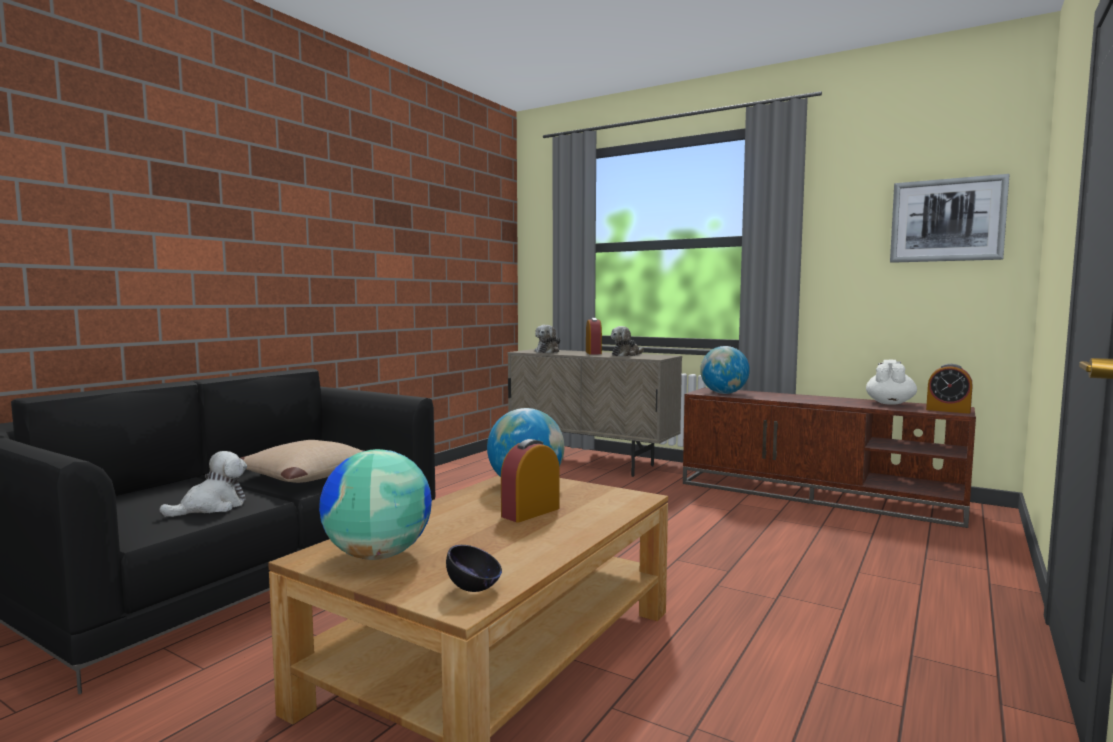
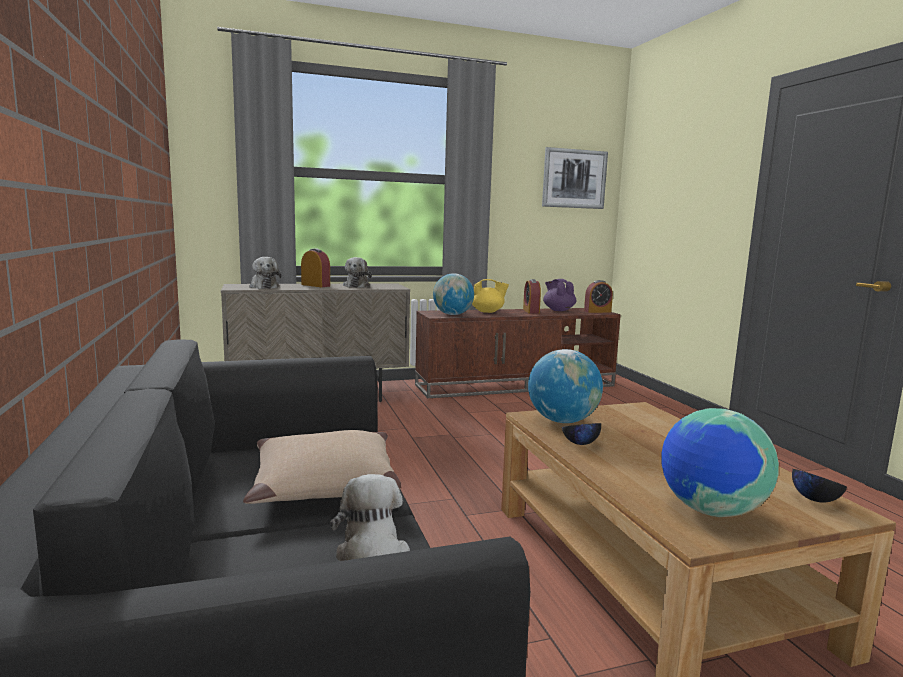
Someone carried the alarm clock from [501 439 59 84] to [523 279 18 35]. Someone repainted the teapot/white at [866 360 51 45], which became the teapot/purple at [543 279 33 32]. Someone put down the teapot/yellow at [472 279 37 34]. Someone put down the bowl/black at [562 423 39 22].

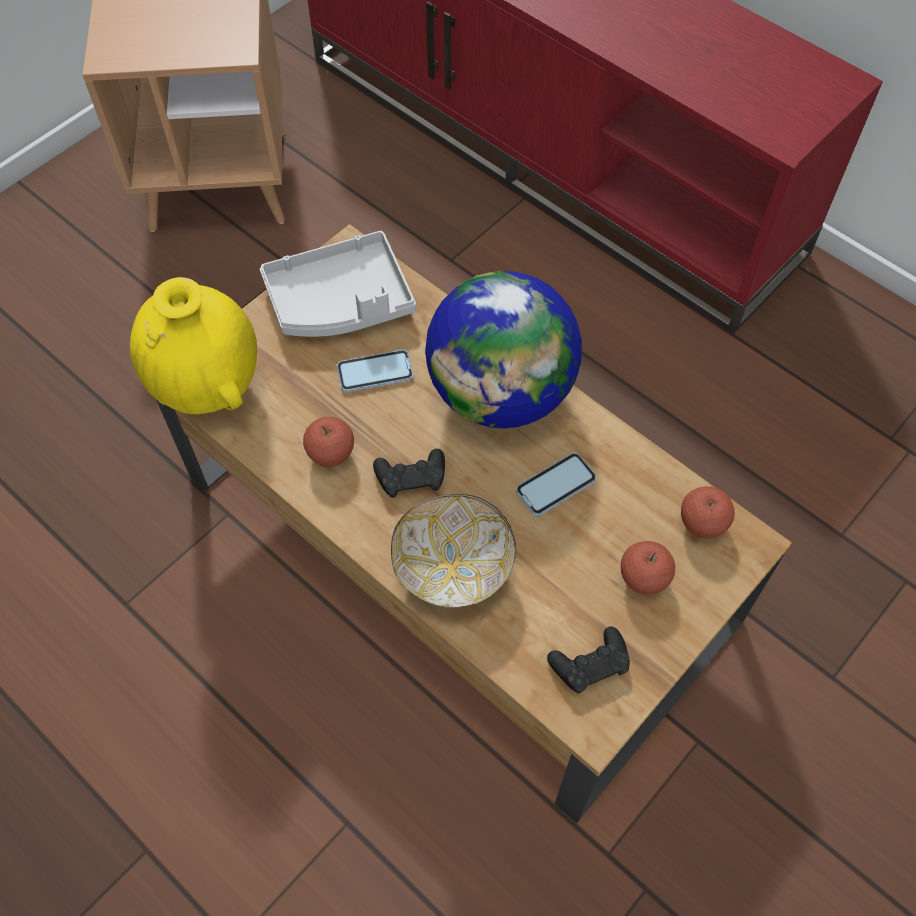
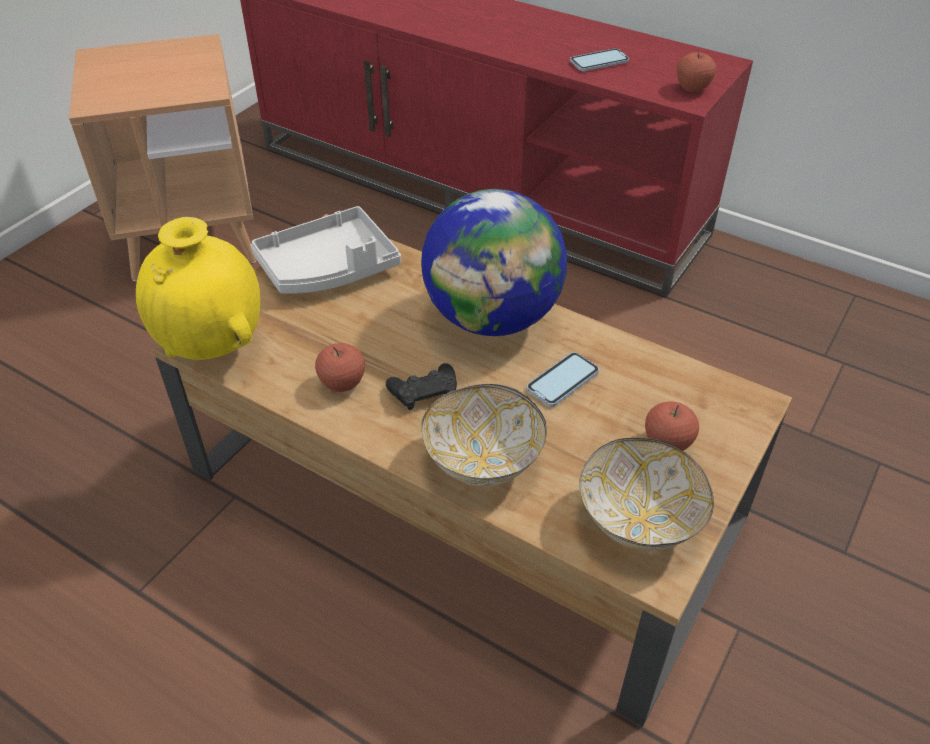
Someone carried the phone from [337 350 76 42] to [570 48 59 23]. Someone swapped the game controller/black at [547 626 83 68] for the bowl at [579 438 135 113]. Someone carried the apple from [681 486 54 52] to [677 52 39 40].

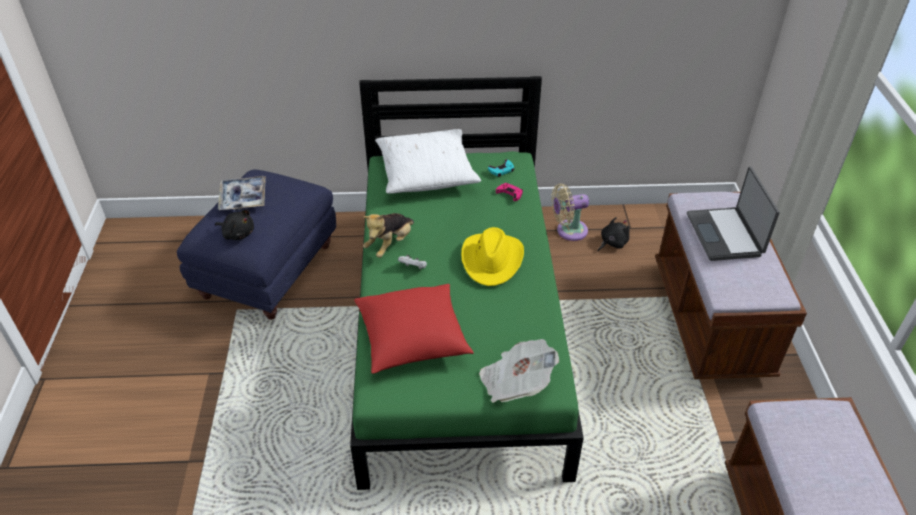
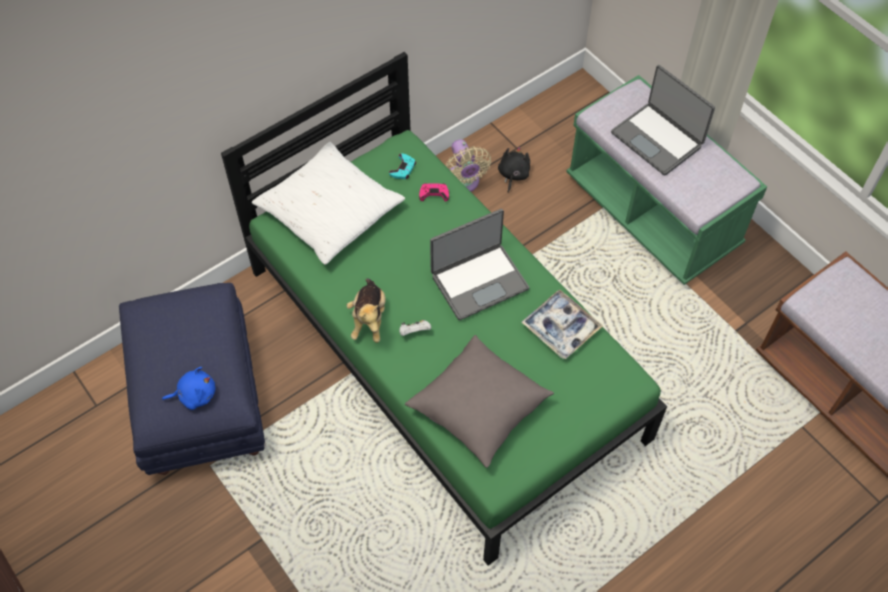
Someone repainted the plush toy/black at [215 209 39 31], which became the plush toy/blue at [162 367 54 43]. Someone carried the tray from [218 176 48 35] to [521 290 82 69]. Someone repainted the pillow/red at [354 284 120 90], which became the pillow/grey at [405 335 149 133]. Someone swapped the hat/yellow at [461 227 63 59] for the laptop at [430 209 99 111]. Someone took away the newspaper at [479 339 80 64]. Someone rotated the fan/beige at [551 184 38 57] by 60 degrees counterclockwise. Someone repainted the bench/brown at [655 192 152 187], which became the bench/green at [566 75 201 210].

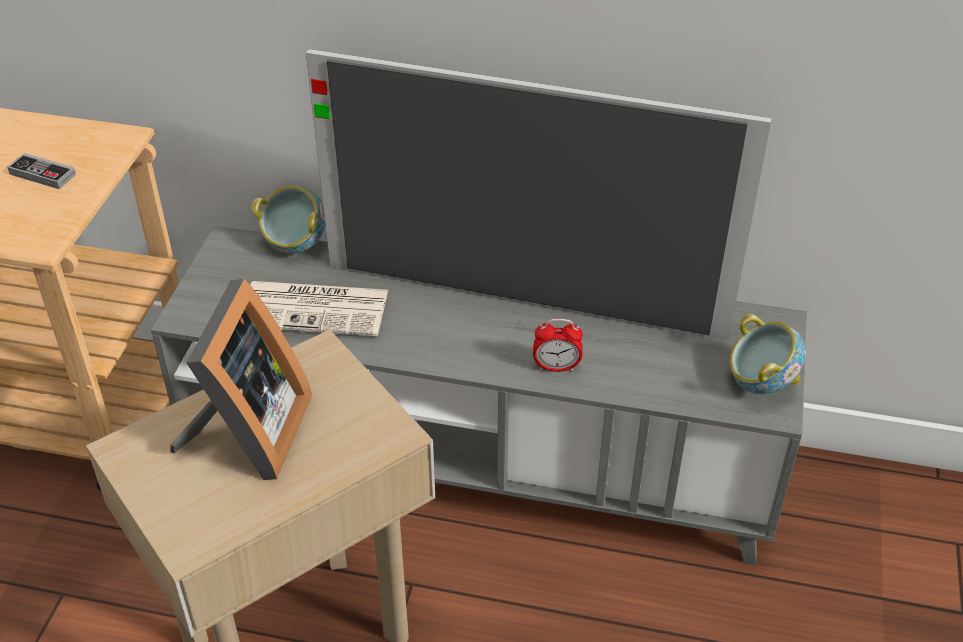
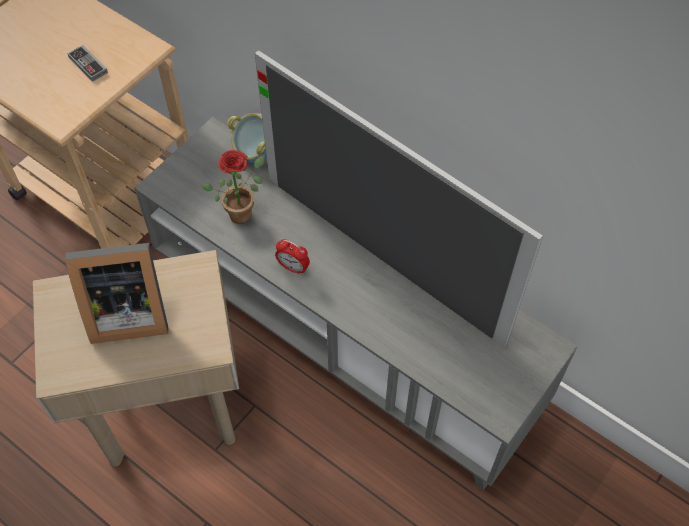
Someone rotated the picture frame at [170 279 142 201] by 45 degrees clockwise. Someone swapped the newspaper at [250 281 138 55] for the potted plant at [201 150 63 74]. Someone carried the alarm clock from [533 319 50 53] to [275 239 35 36]. Someone took away the bowl at [730 314 76 80].

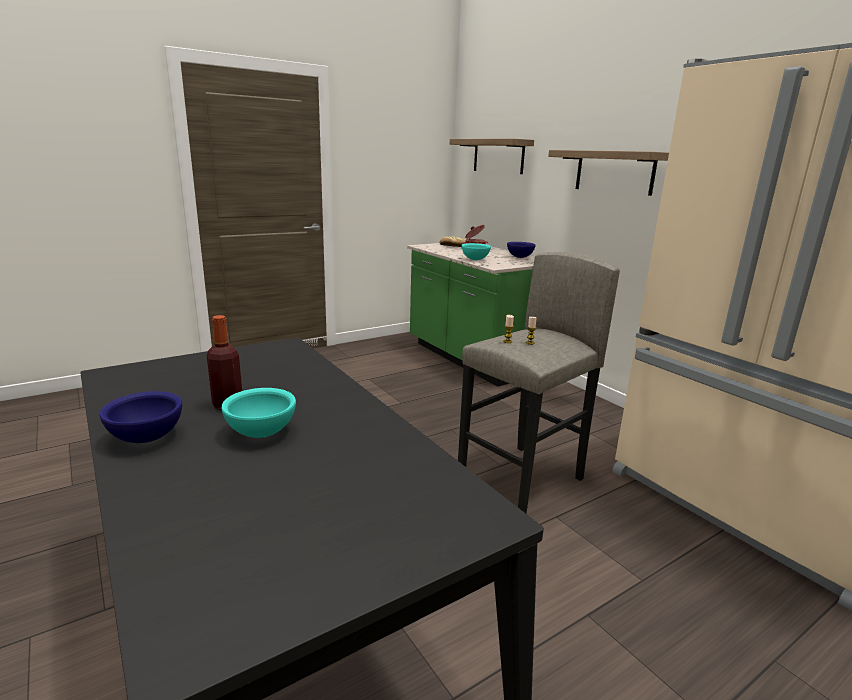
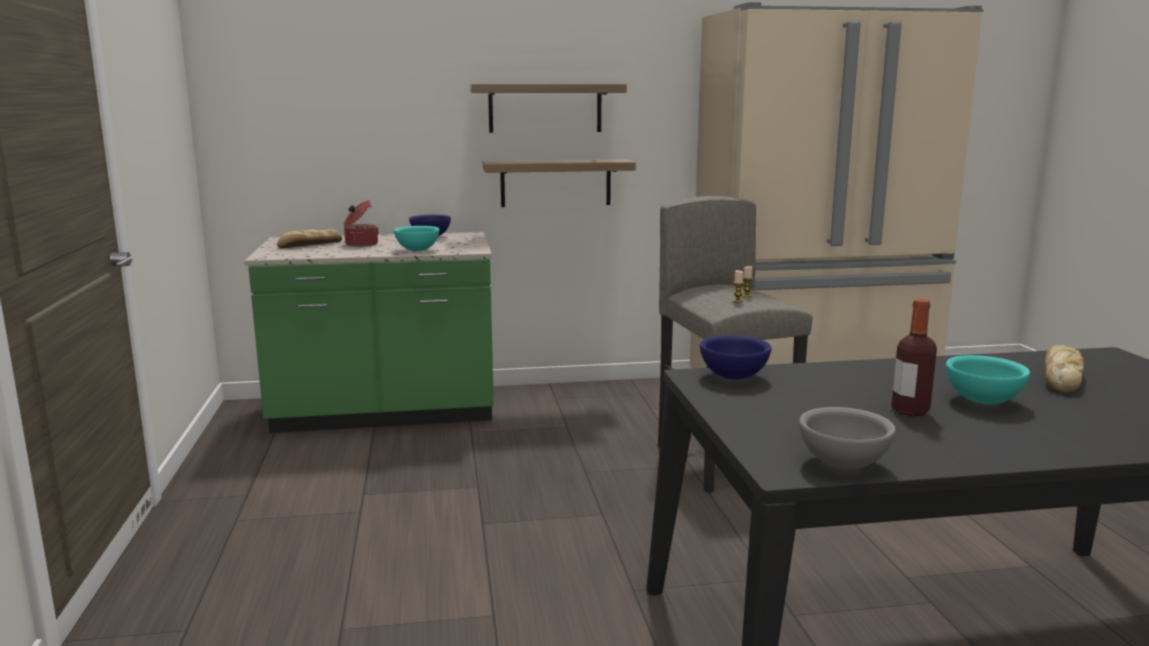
Someone carried the bowl/blue from [99 391 83 52] to [700 335 72 45]. Someone carried the shelf from [450 139 84 35] to [483 159 153 48]. Someone put down the bowl/grey at [799 407 97 62]. Someone put down the bread at [1045 345 39 48].

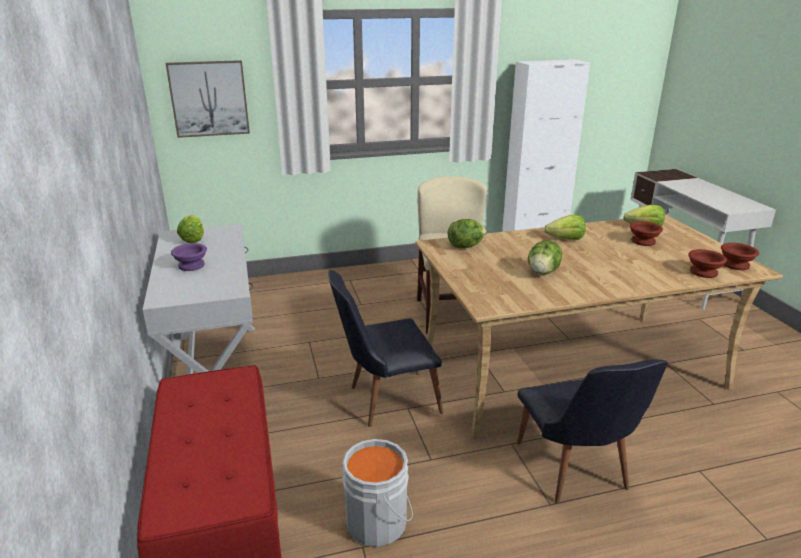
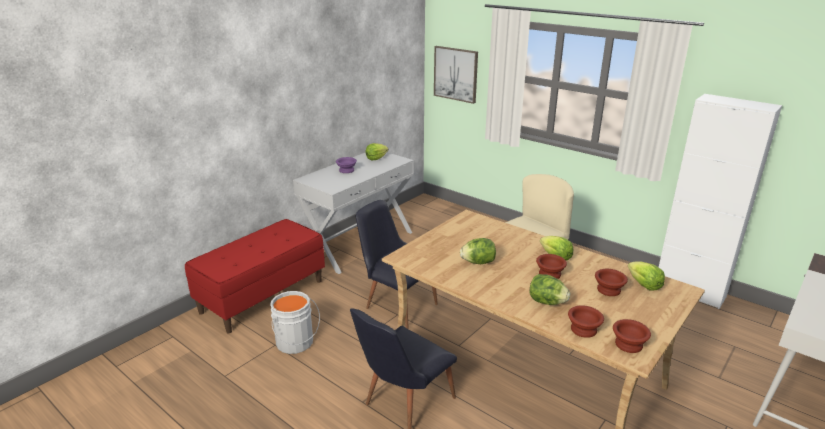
Someone carried the lettuce from [448 219 39 30] to [530 274 40 31]. Someone put down the bowl/brown at [536 254 31 25].

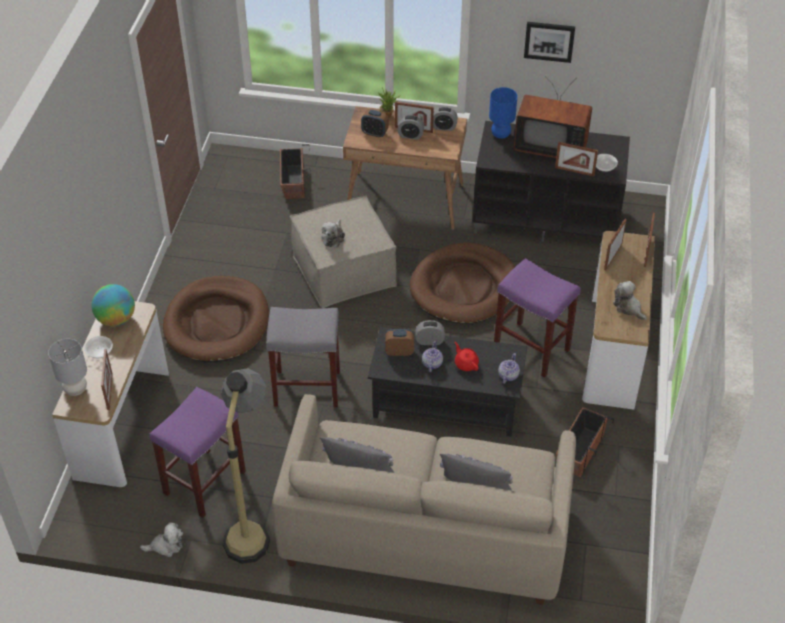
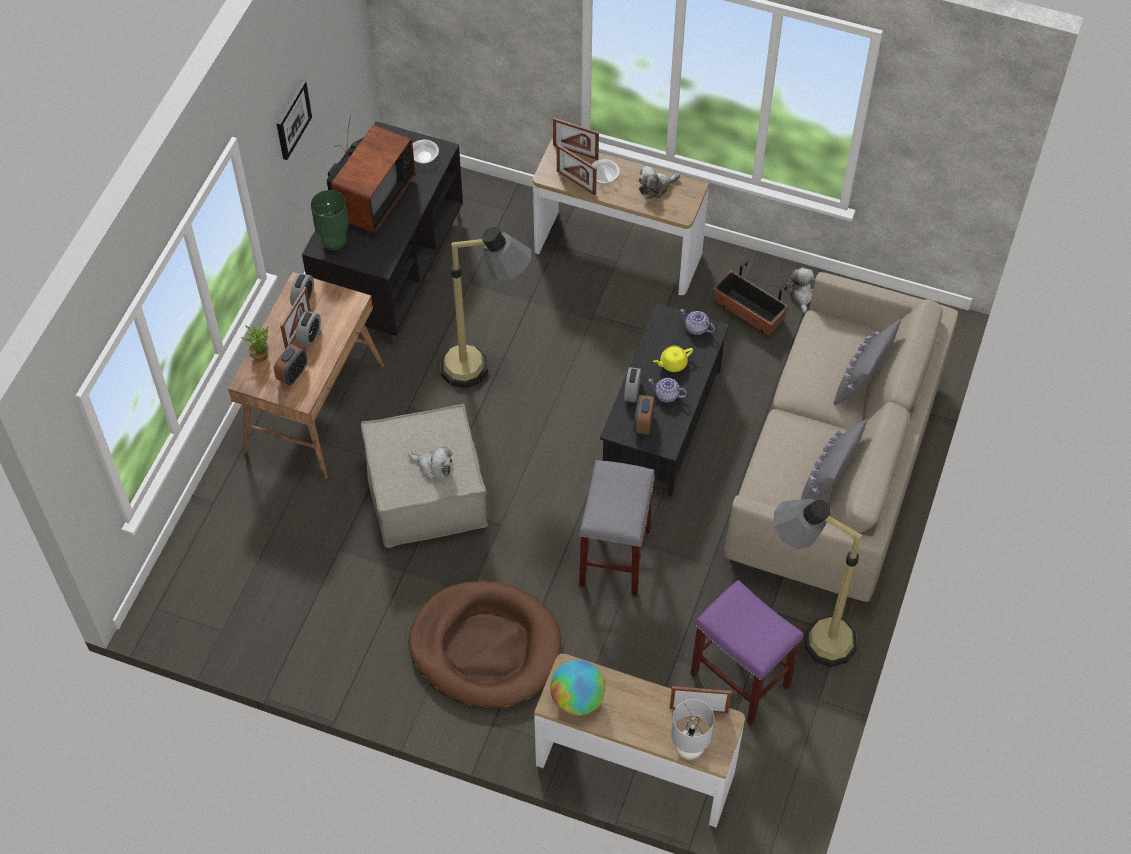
Someone carried the bowl from [84 336 29 22] to [592 159 28 25]. Someone carried the plush toy from [140 523 43 34] to [787 267 28 47]. Someone took away the planter at [280 144 30 55]. Someone swapped the dog bed/brown at [410 243 105 81] for the floor lamp at [440 227 92 161]. Someone repainted the teapot/red at [455 342 24 29], which became the teapot/yellow at [653 346 40 26]. Someone repainted the table lamp/blue at [489 87 29 52], which became the table lamp/green at [311 190 38 60]. Someone took away the stool/purple at [494 258 87 120]. Someone took away the picture frame at [555 142 43 34].

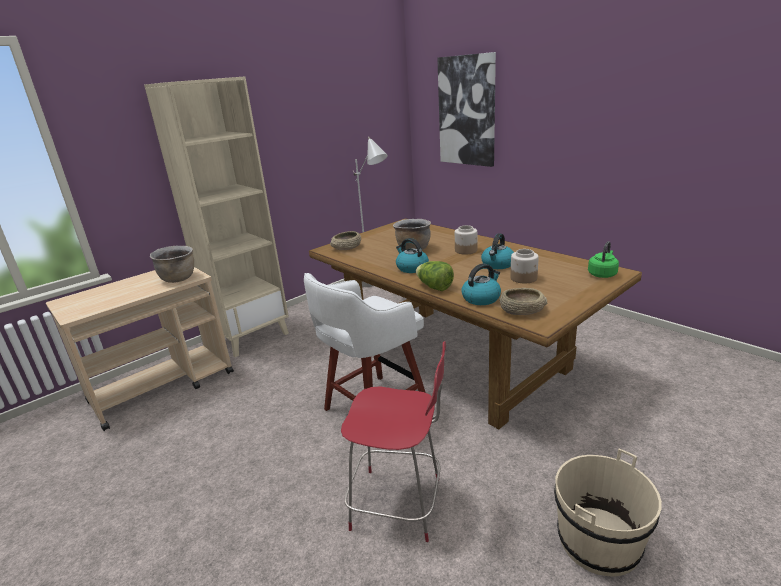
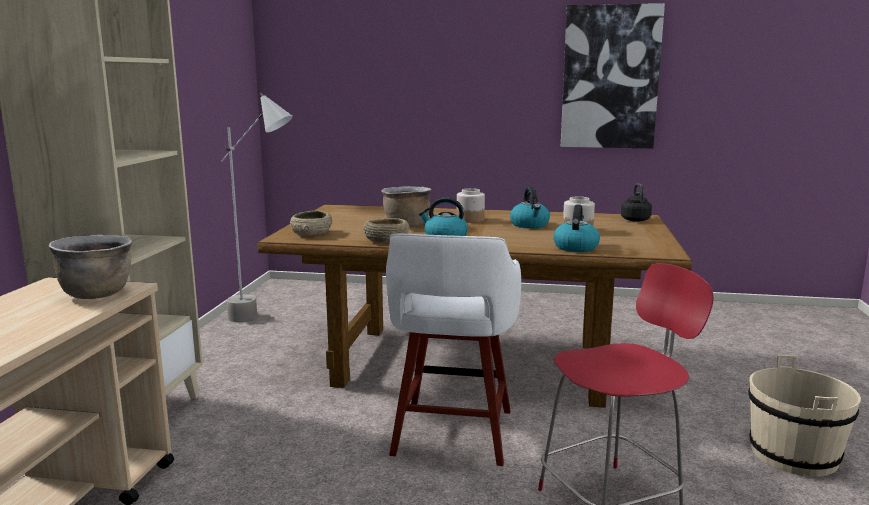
Someone took away the lettuce at [416 261 38 30]. Someone carried the picture from [437 52 59 115] to [561 3 104 145]. Someone carried the bowl/beige from [499 288 48 27] to [363 218 47 25]. Someone repainted the kettle/green at [588 241 31 37], which became the kettle/black at [621 183 31 39].

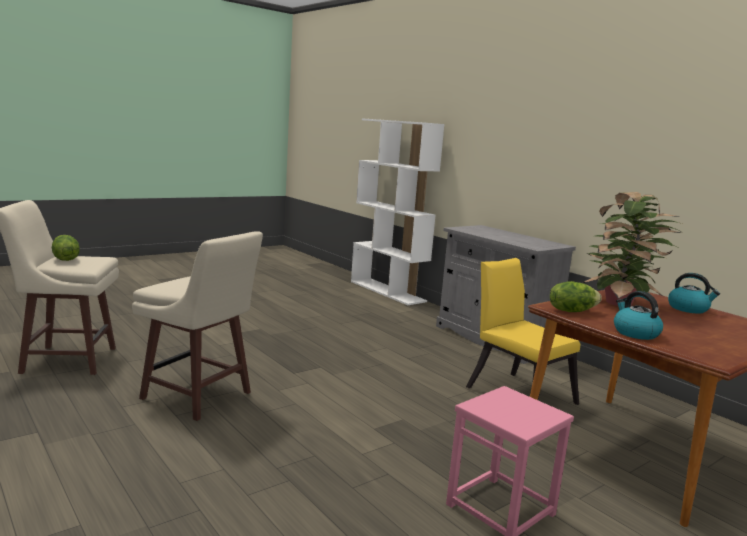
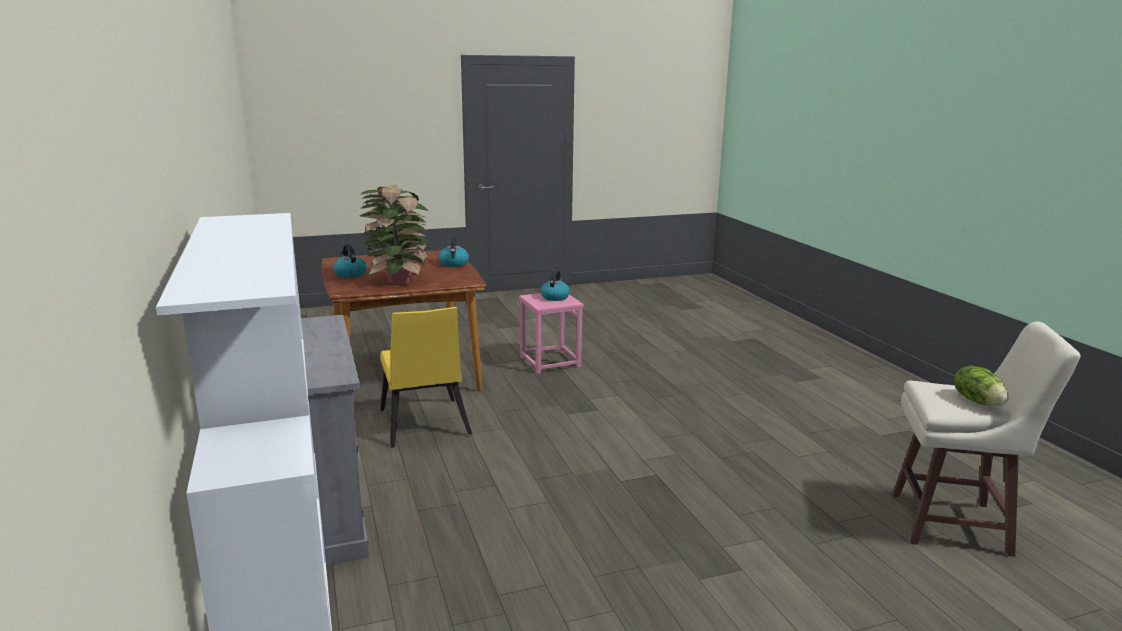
Someone took away the stool/beige at [132 231 131 190]. Someone took away the lettuce at [550 281 52 31]. Someone put down the kettle at [541 270 29 31].

